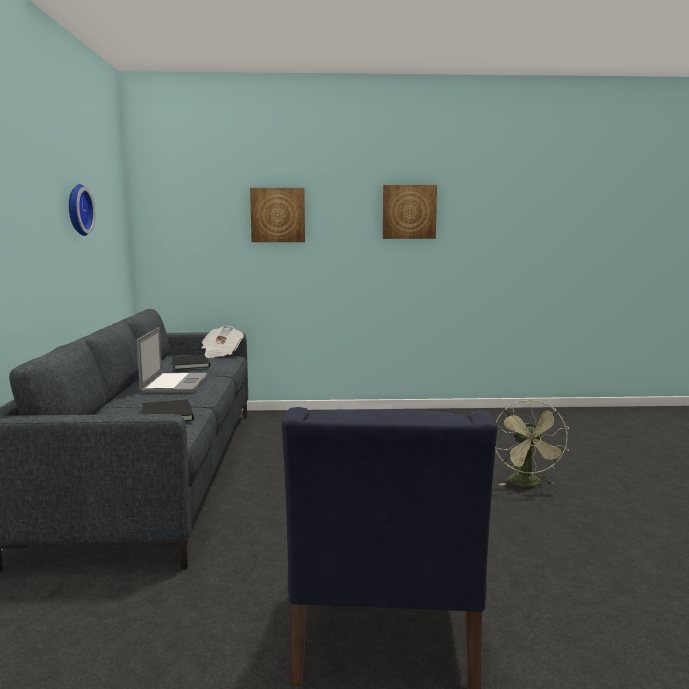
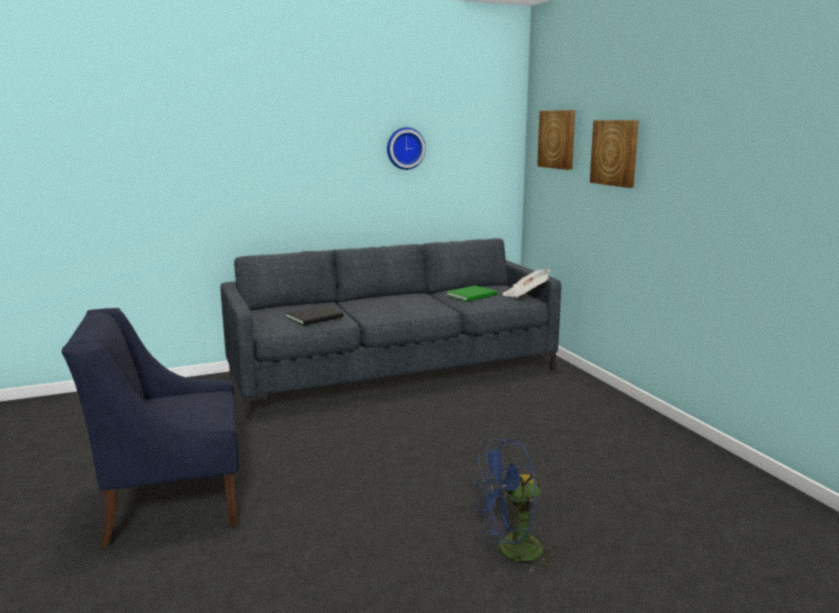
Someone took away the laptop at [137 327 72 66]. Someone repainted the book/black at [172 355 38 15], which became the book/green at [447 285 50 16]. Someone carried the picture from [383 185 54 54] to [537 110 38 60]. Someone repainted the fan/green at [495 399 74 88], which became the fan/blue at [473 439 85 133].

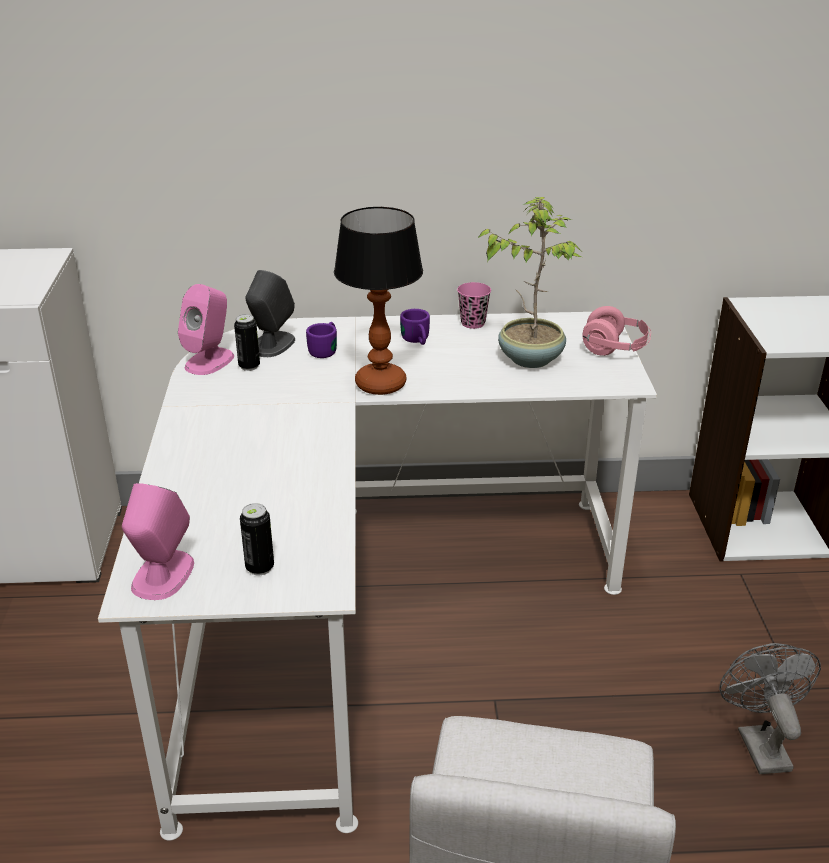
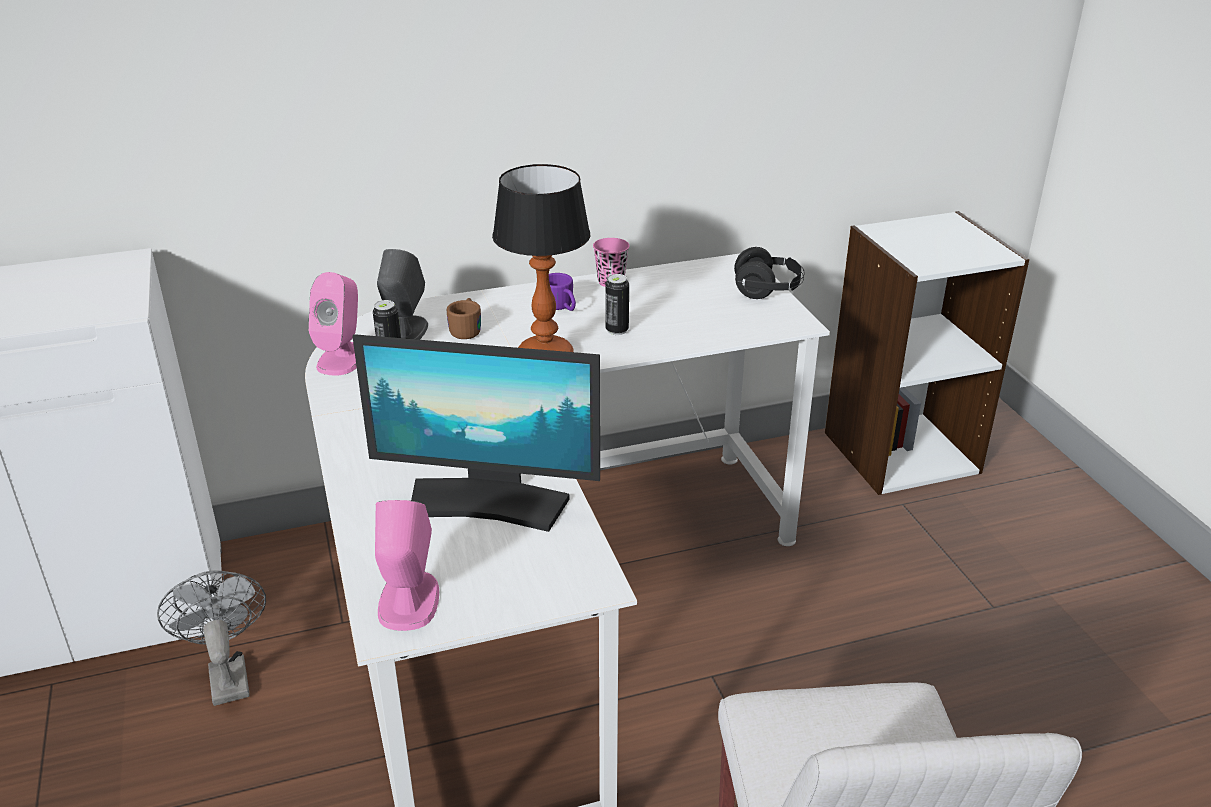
Someone carried the can from [240 503 34 72] to [605 274 24 61]. Someone repainted the mug/purple at [306 322 31 36], which became the mug/brown at [447 298 34 41]. Someone took away the potted plant at [477 197 105 171]. Someone repainted the headphones/pink at [583 306 68 50], which became the headphones/black at [734 247 71 52]. Someone carried the fan/grey from [719 643 102 131] to [157 571 109 135]. Someone put down the monitor at [352 334 248 198].

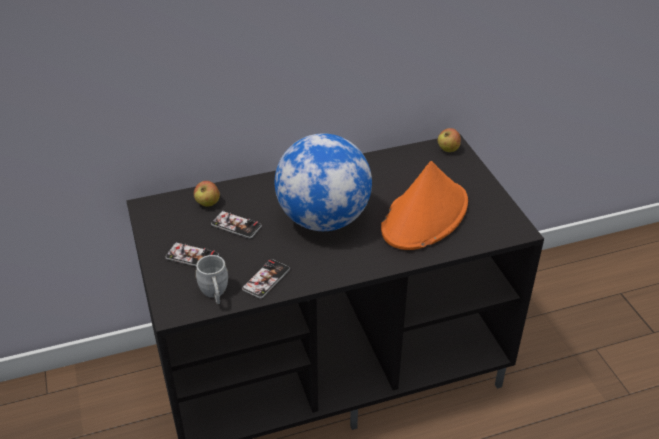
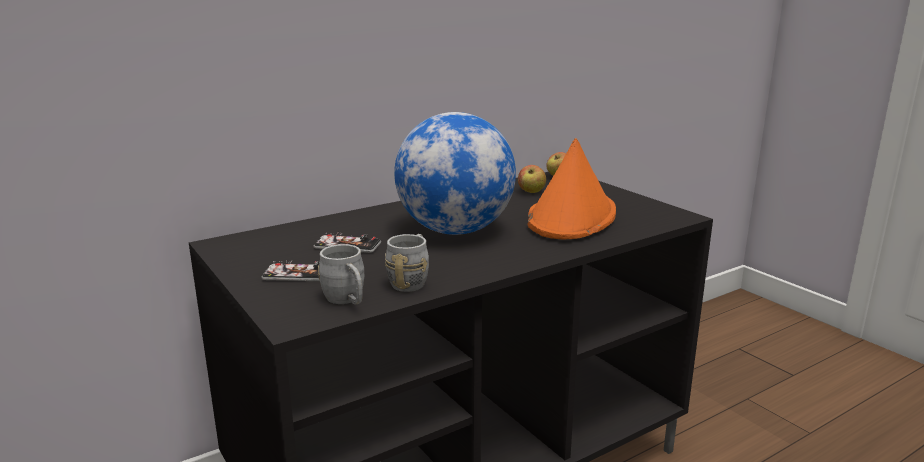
Someone carried the apple from [194 181 26 26] to [518 165 28 28]. Someone swapped the phone at [242 259 48 40] for the mug/grey at [385 234 44 58].

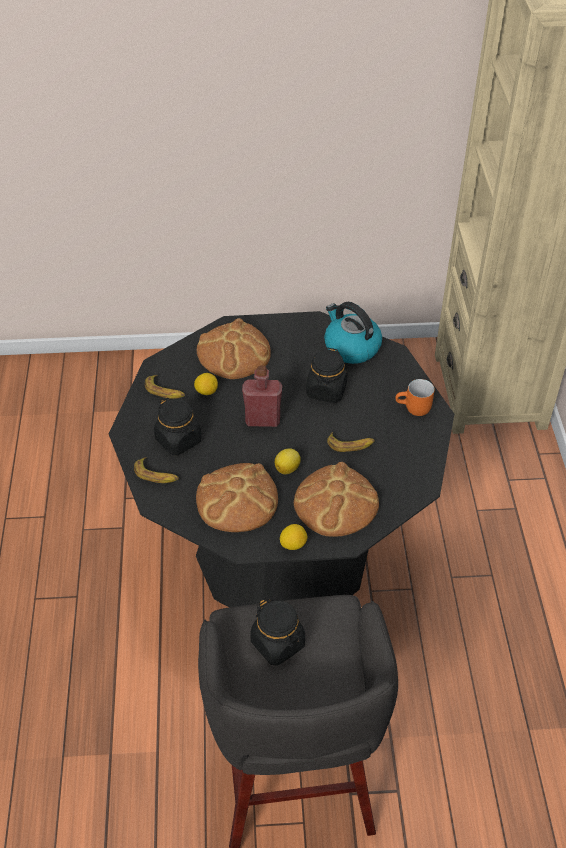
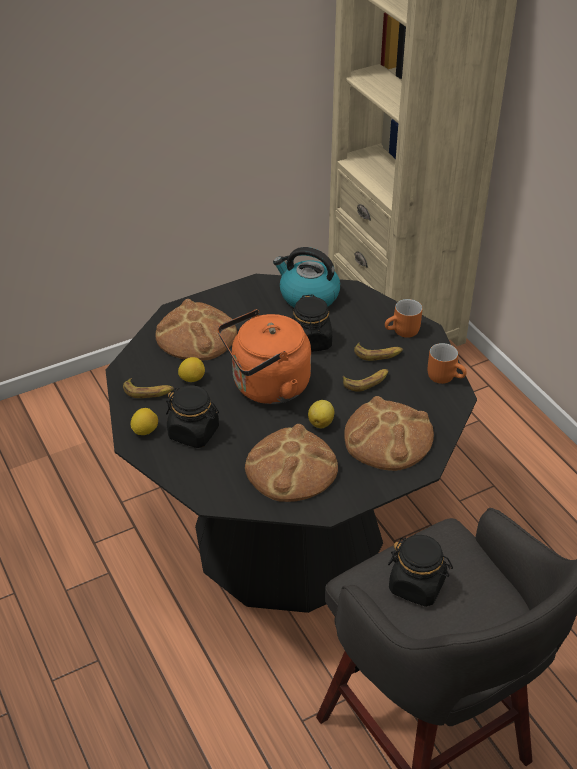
Someone carried the banana from [134 457 45 26] to [354 342 49 19]. Someone swapped the bottle/red at [242 366 40 61] for the kettle/orange at [218 309 93 95]. Someone carried the lemon from [280 524 27 26] to [131 408 27 27]. Someone put down the mug/orange at [428 343 39 41].

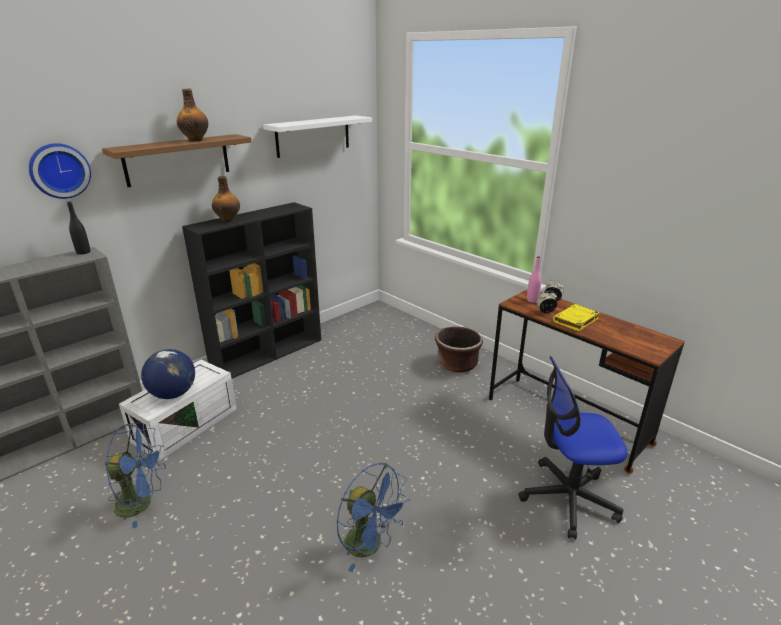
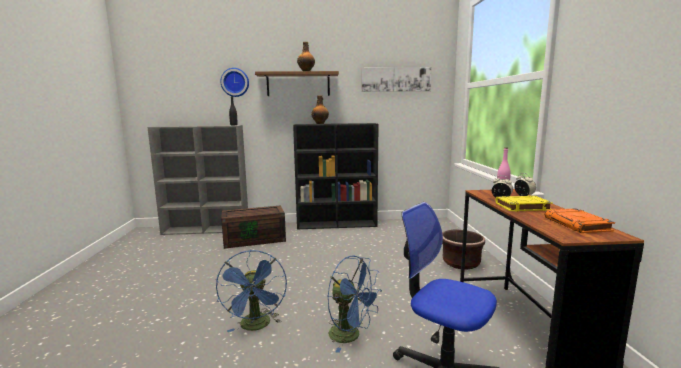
Someone carried the fan/blue from [105 422 61 107] to [328 255 54 98]. Someone repainted the storage box/white at [119 360 118 101], which became the storage box/brown at [221 205 65 44]. Someone took away the globe at [141 349 54 50]. Someone swapped the shelf/white at [263 115 109 43] for the picture at [362 67 69 25]. Someone put down the book/orange at [545 208 70 25].

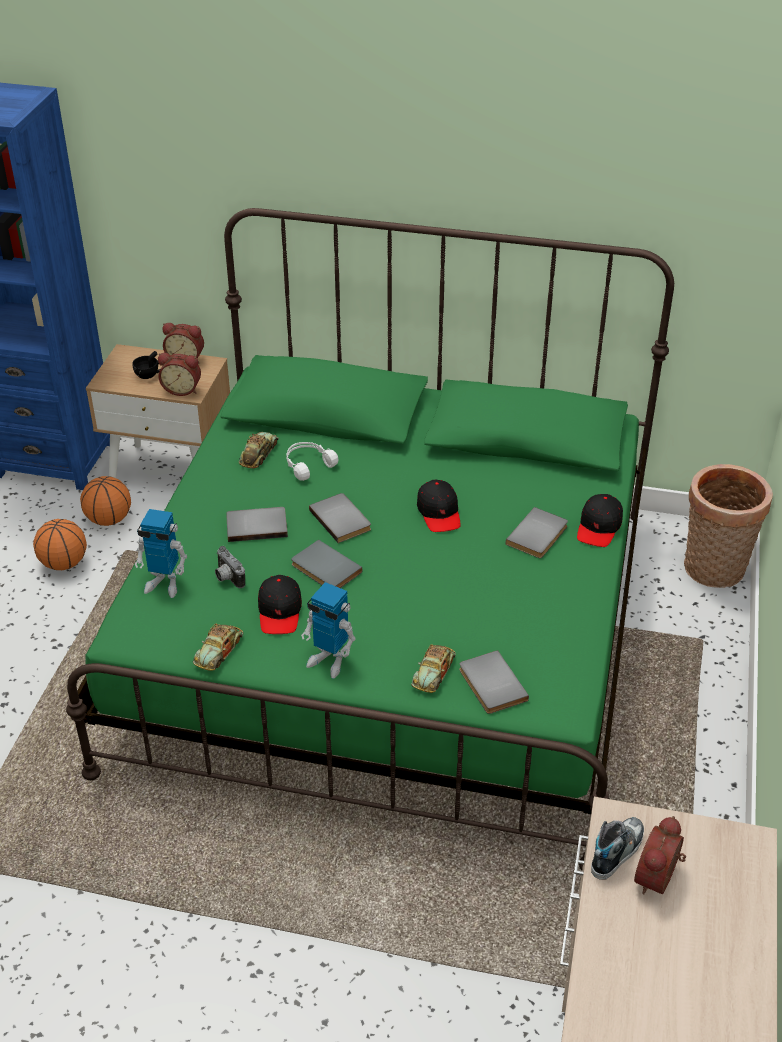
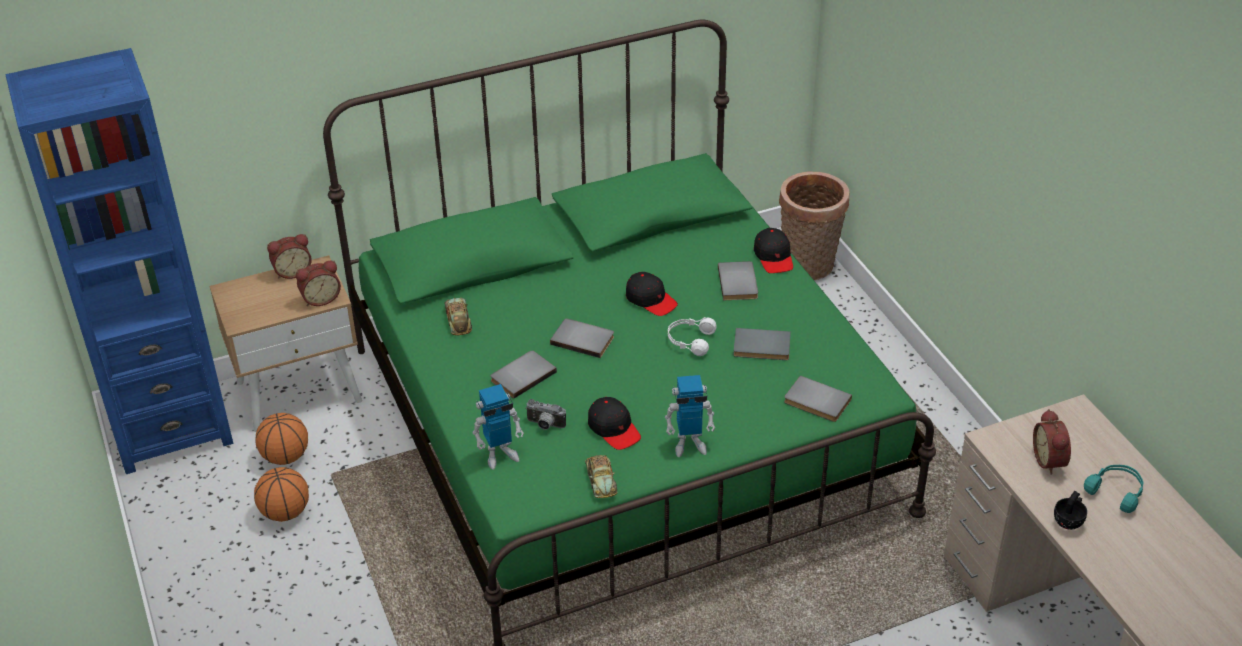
Someone carried the cup/black from [132 351 28 28] to [1054 491 33 39]. Someone carried the headphones/white from [286 442 52 39] to [668 317 49 39]. Someone carried the book/grey from [291 540 72 48] to [733 328 58 32]. Someone took away the toy car at [411 644 45 49]. Someone took away the shoe at [591 817 53 62]. Someone put down the headphones/turquoise at [1084 465 59 48].

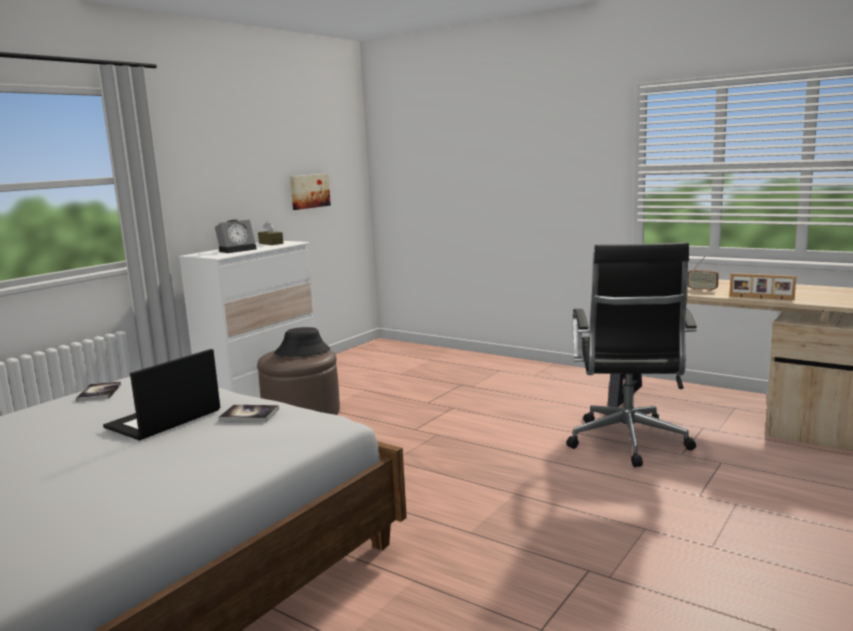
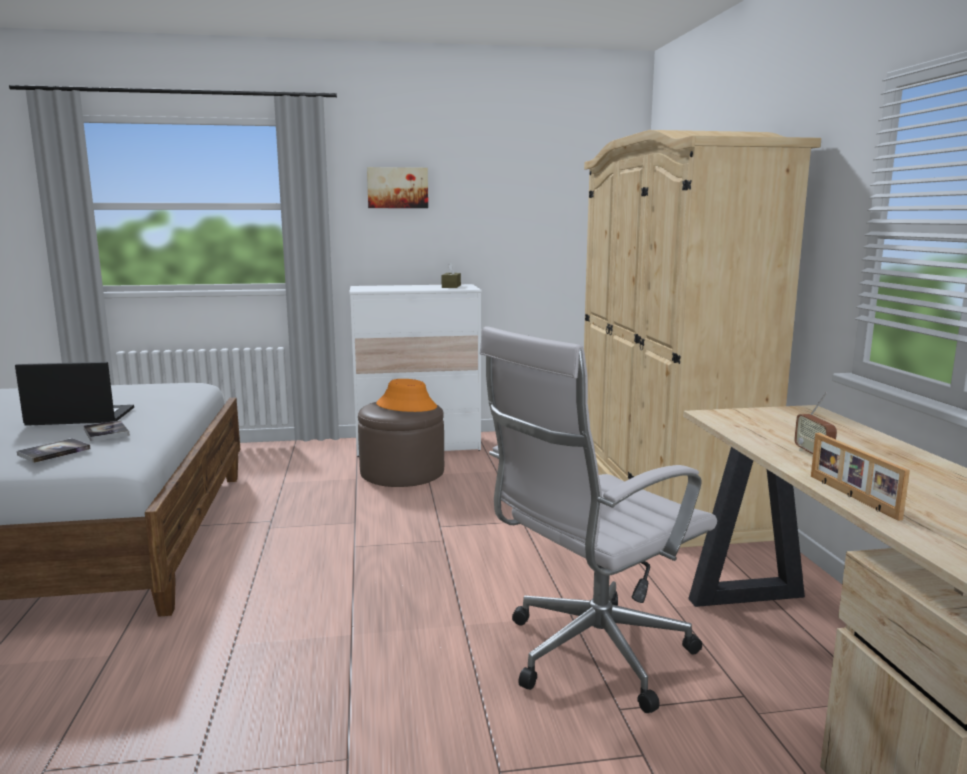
Someone carried the book from [76 381 45 21] to [17 438 74 25]. Someone took away the alarm clock at [215 220 42 33]. Someone repainted the hat/black at [275 327 55 30], which became the hat/orange at [376 379 61 33]. Someone carried the picture from [290 174 41 36] to [367 167 61 41]. Someone repainted the office chair/black at [566 242 131 225], which became the office chair/white at [480 326 237 387]. Someone put down the wardrobe/beige at [584 130 237 418].

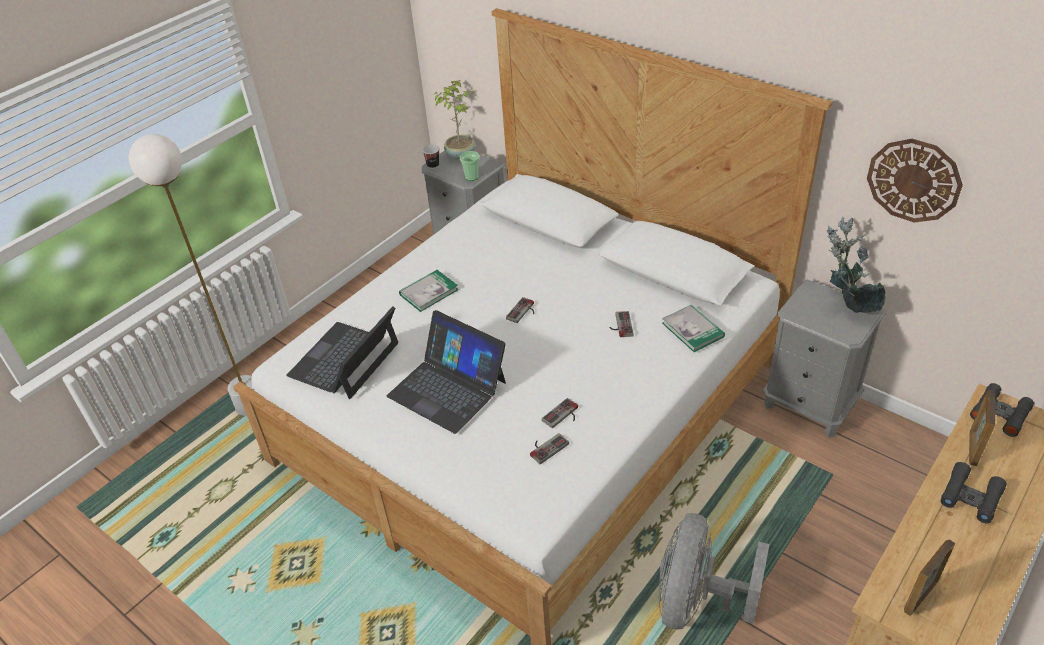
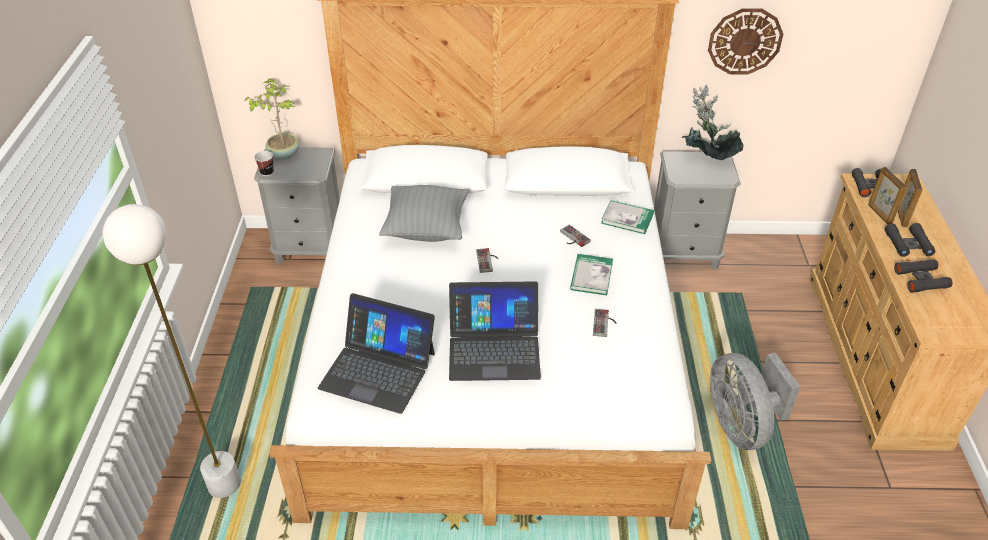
Someone rotated the laptop at [286 306 112 93] by 60 degrees counterclockwise. Someone carried the book from [399 270 60 42] to [570 254 43 41]. Someone took away the cup at [460 151 20 30]. Someone took away the game controller at [530 433 39 32]. Someone carried the picture frame from [904 540 51 76] to [898 169 24 58]. Someone put down the pillow/grey at [379 185 89 57]. Someone put down the binoculars/black at [894 259 59 34].

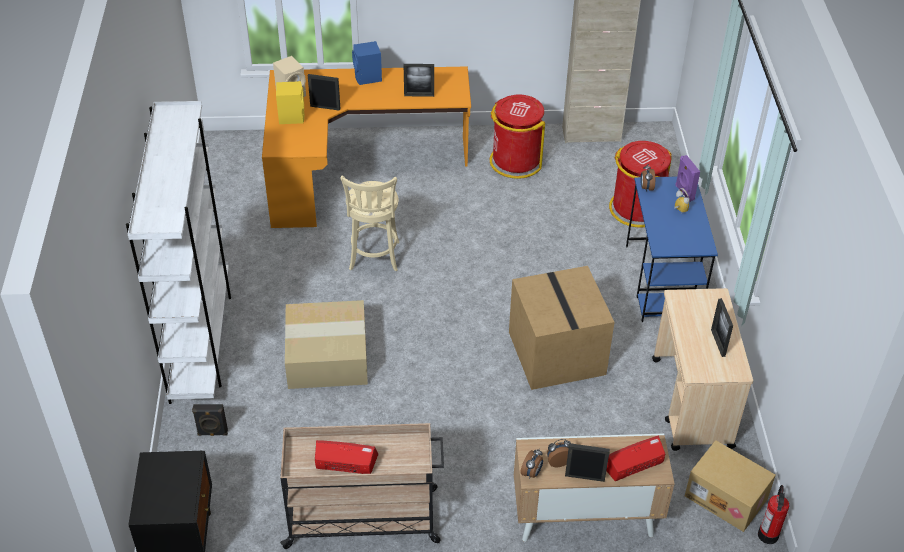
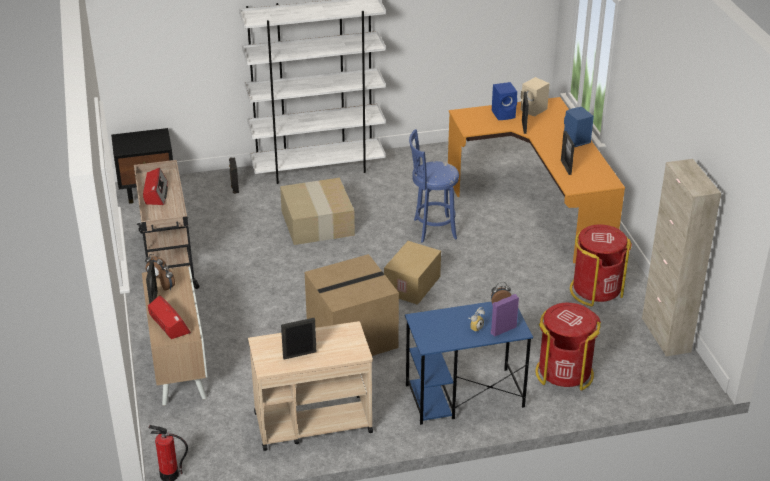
Someone repainted the speaker/yellow at [276 81 29 43], which became the speaker/blue at [492 82 25 38]. Someone repainted the stool/beige at [340 175 60 96], which became the stool/blue at [409 129 50 114]. Someone carried the cardboard box from [685 440 91 92] to [384 241 57 64].

